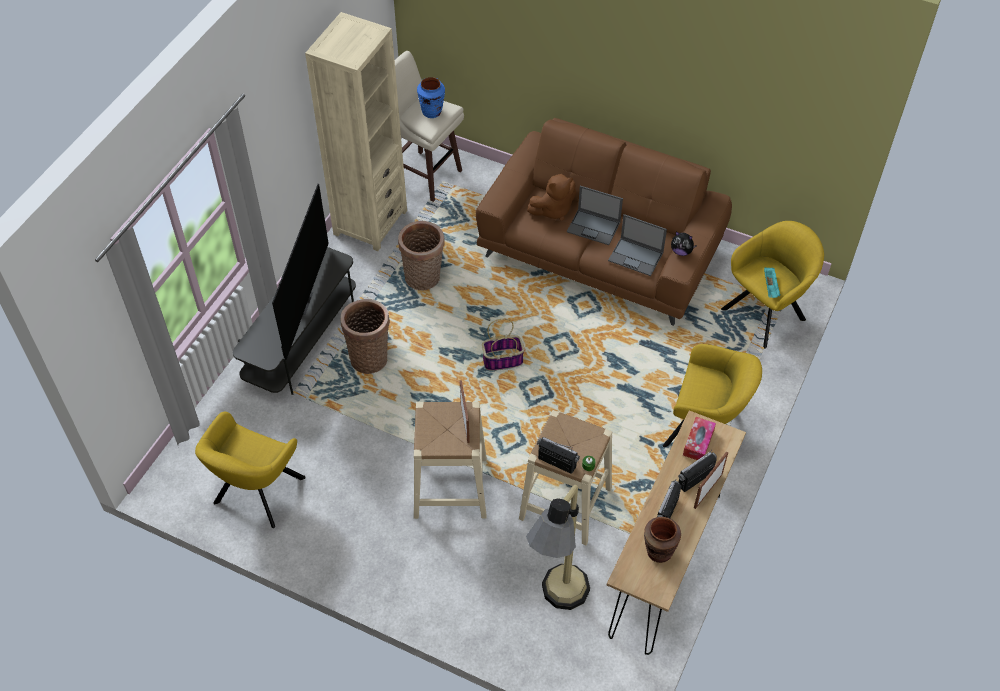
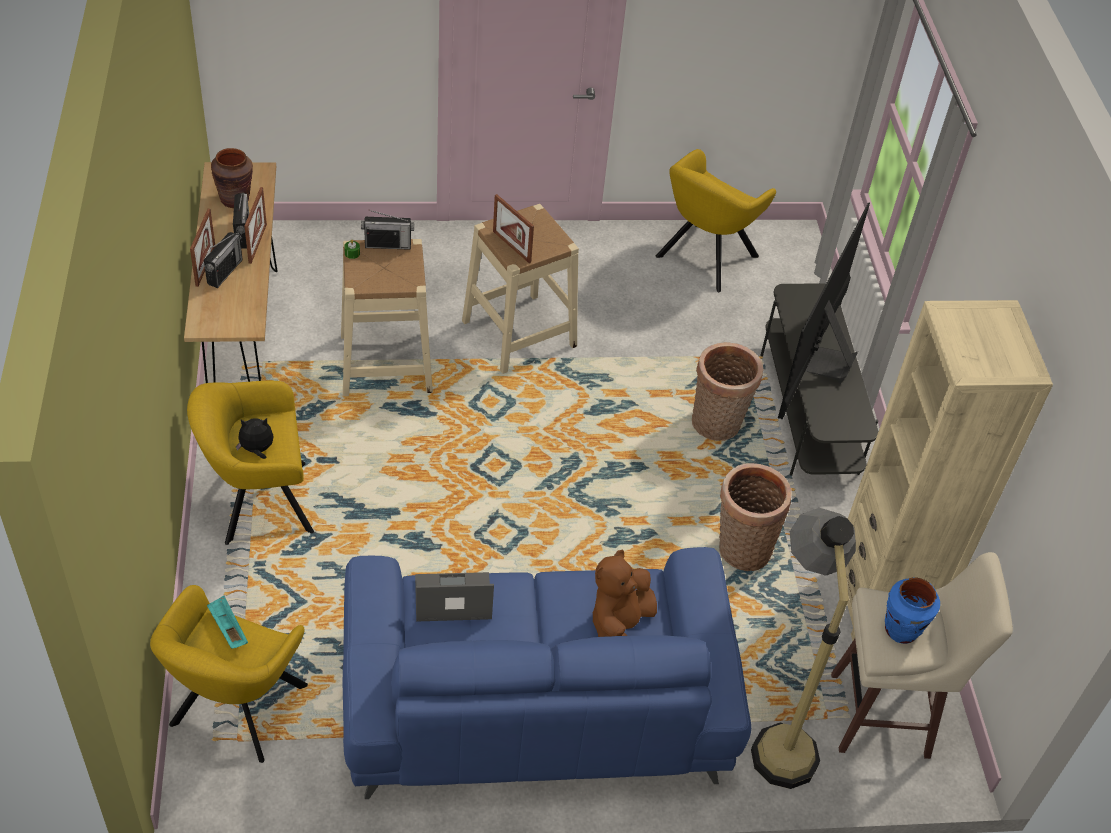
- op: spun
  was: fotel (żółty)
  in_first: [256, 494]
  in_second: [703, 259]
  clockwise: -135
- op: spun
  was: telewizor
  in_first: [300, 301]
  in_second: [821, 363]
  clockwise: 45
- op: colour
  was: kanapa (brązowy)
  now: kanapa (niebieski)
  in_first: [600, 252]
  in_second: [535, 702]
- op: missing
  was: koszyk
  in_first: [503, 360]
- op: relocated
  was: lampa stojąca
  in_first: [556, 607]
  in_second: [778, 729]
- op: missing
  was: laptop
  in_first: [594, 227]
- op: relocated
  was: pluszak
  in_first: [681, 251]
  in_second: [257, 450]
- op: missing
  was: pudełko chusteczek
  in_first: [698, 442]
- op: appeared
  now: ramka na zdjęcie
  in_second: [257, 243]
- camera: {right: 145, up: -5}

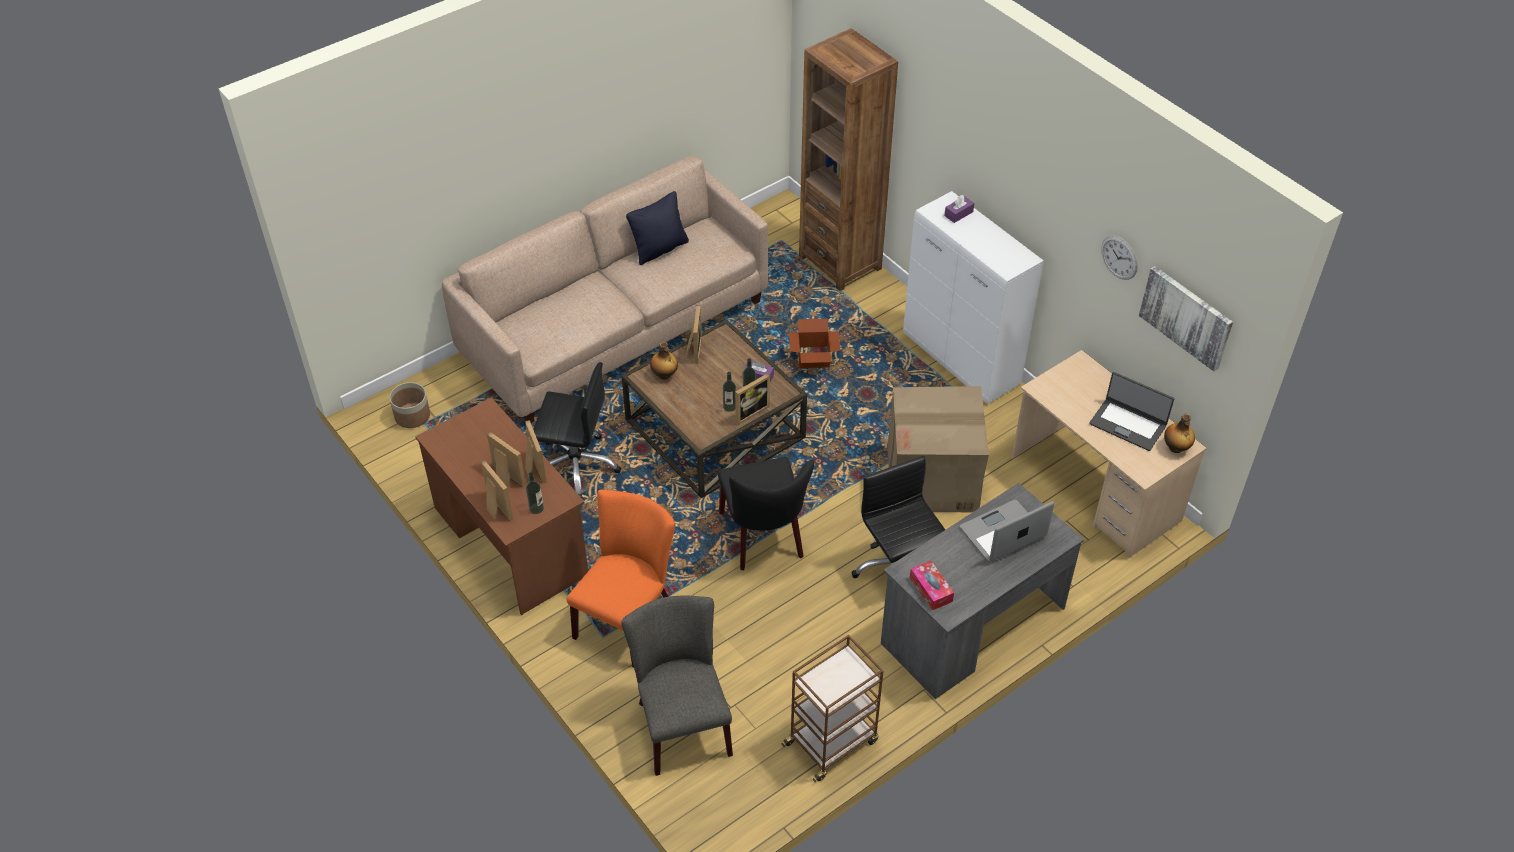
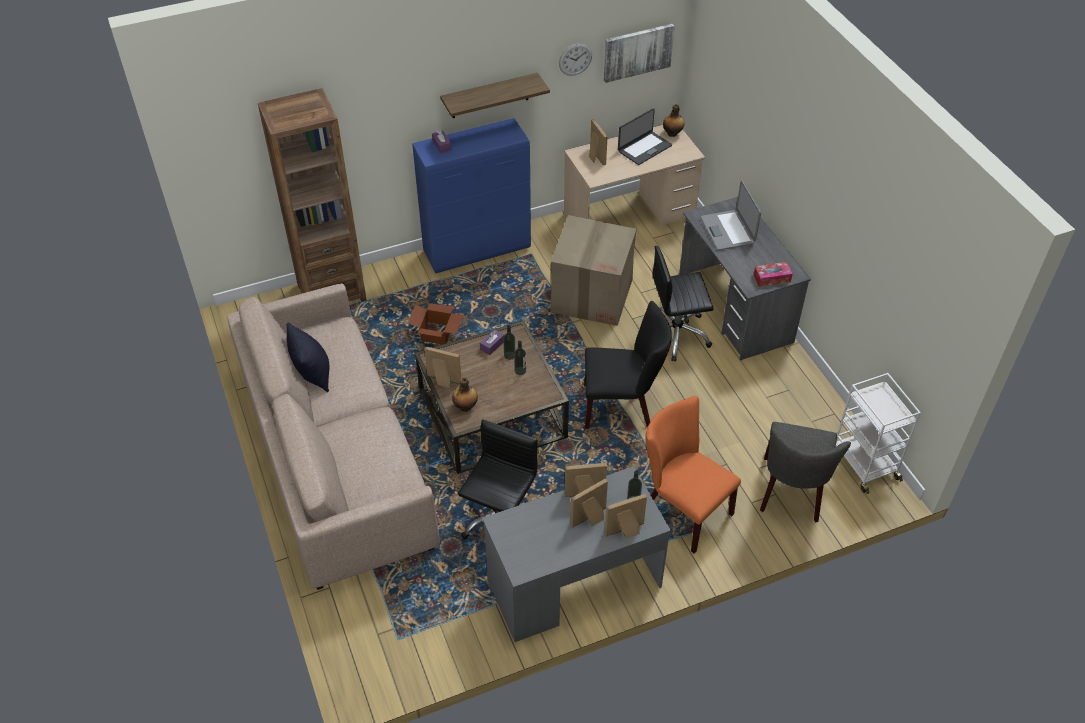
- op: missing
  was: donica
  in_first: [412, 416]
- op: colour
  was: biurko (brązowy)
  now: biurko (szary)
  in_first: [510, 541]
  in_second: [574, 584]
- op: spun
  was: krzesło (szary)
  in_first: [681, 723]
  in_second: [791, 493]
  clockwise: -75
- op: relocated
  was: ramka na zdjęcie
  in_first: [749, 411]
  in_second: [594, 157]
- op: missing
  was: wózek (brązowy)
  in_first: [832, 742]
- op: colour
  was: szafka (biały)
  now: szafka (niebieski)
  in_first: [961, 360]
  in_second: [478, 250]
- op: appeared
  now: półka
  in_second: [490, 96]
- op: appeared
  now: wózek (biały)
  in_second: [864, 464]
- camera: {right: -75, up: 0}

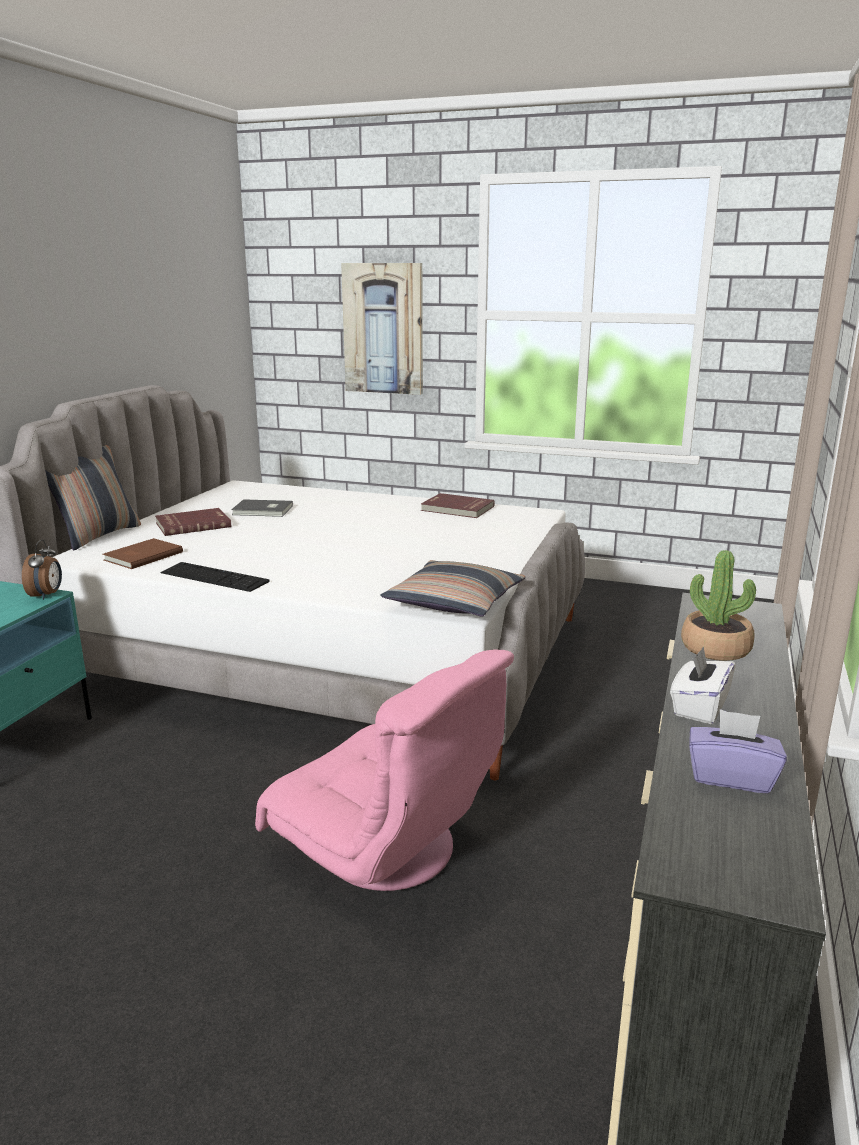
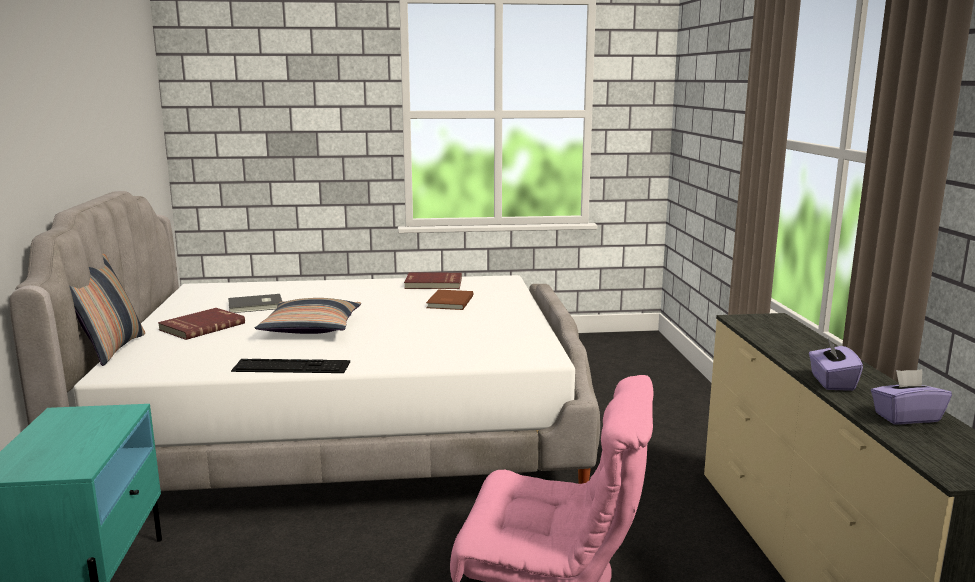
- op: missing
  was: budzik
  in_first: [47, 595]
- op: relocated
  was: książka (brązowy)
  in_first: [141, 556]
  in_second: [448, 302]
- op: missing
  was: obraz
  in_first: [383, 329]
- op: relocated
  was: poduszka
  in_first: [454, 602]
  in_second: [311, 328]
- op: colour
  was: pudełko chusteczek (biały)
  now: pudełko chusteczek (fioletowy)
  in_first: [699, 707]
  in_second: [831, 382]
- op: missing
  was: roślina doniczkowa
  in_first: [715, 648]
- camera: {right: -25, up: -5}

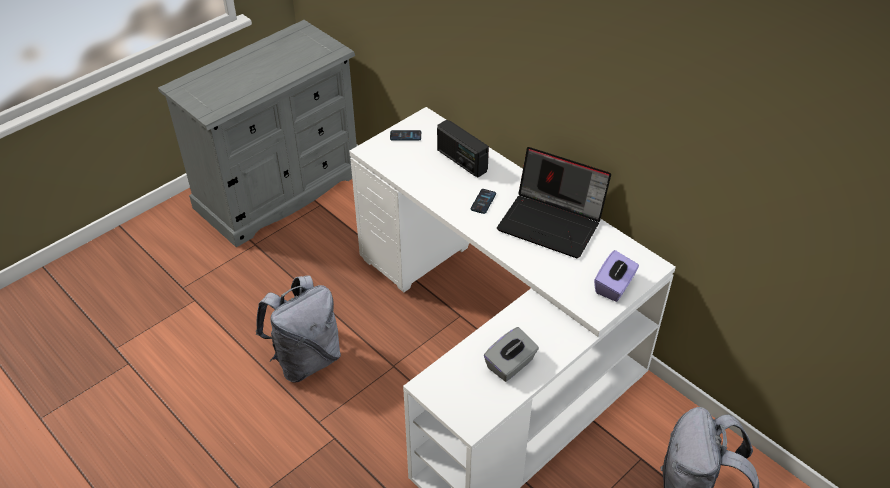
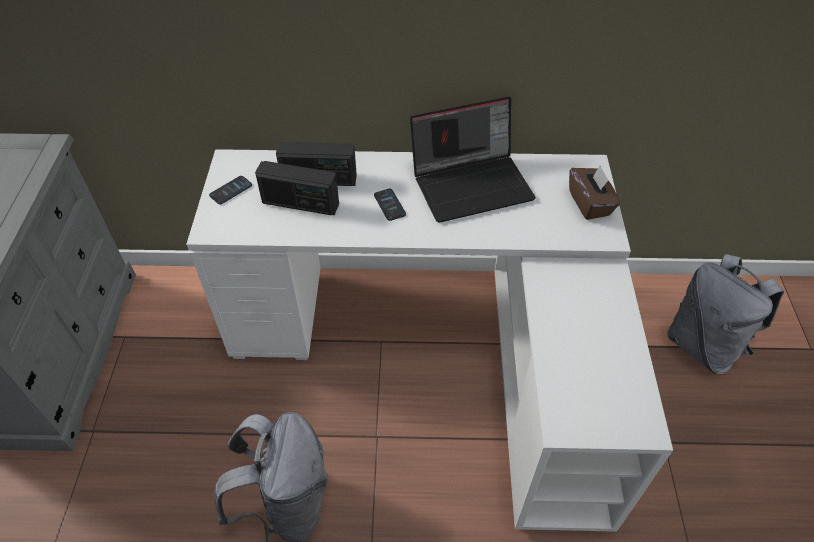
- op: missing
  was: pudełko chusteczek (szary)
  in_first: [510, 365]
- op: colour
  was: pudełko chusteczek (fioletowy)
  now: pudełko chusteczek (brązowy)
  in_first: [614, 286]
  in_second: [590, 203]
- op: appeared
  now: radio
  in_second: [300, 203]
- camera: {right: -45, up: 5}

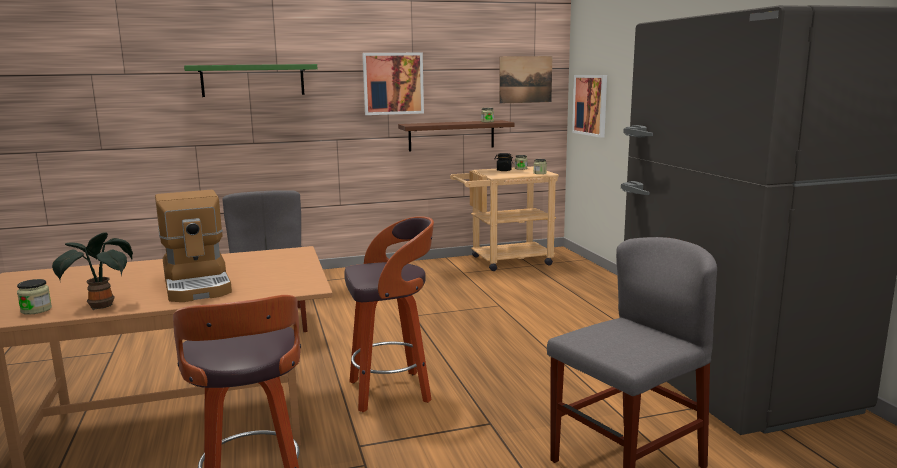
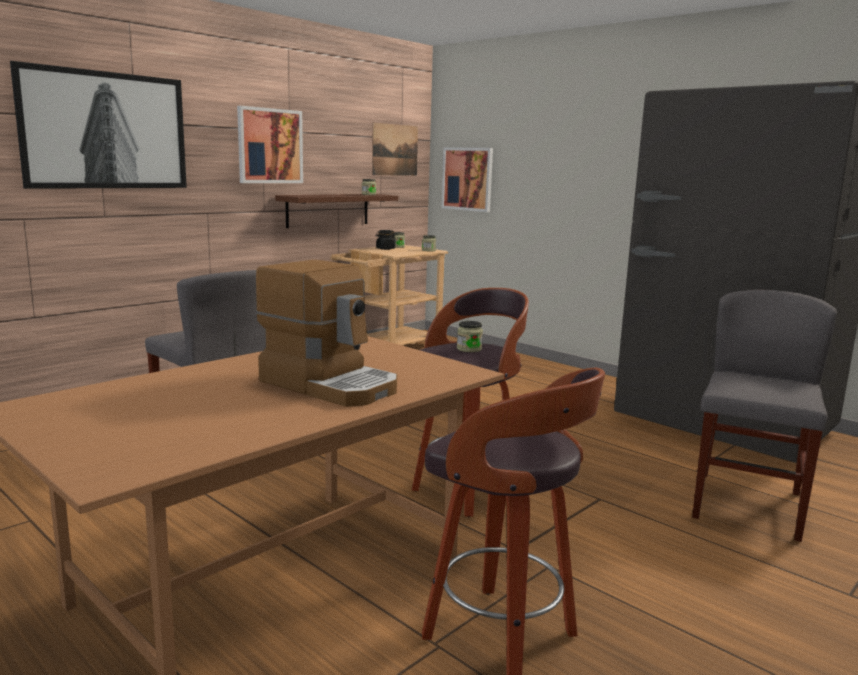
- op: relocated
  was: słoik
  in_first: [36, 310]
  in_second: [469, 349]
- op: missing
  was: roślina doniczkowa
  in_first: [101, 305]
- op: exchanged
  was: półka (zielony)
  now: obraz
  in_first: [253, 80]
  in_second: [105, 130]
- camera: {right: -30, up: 0}

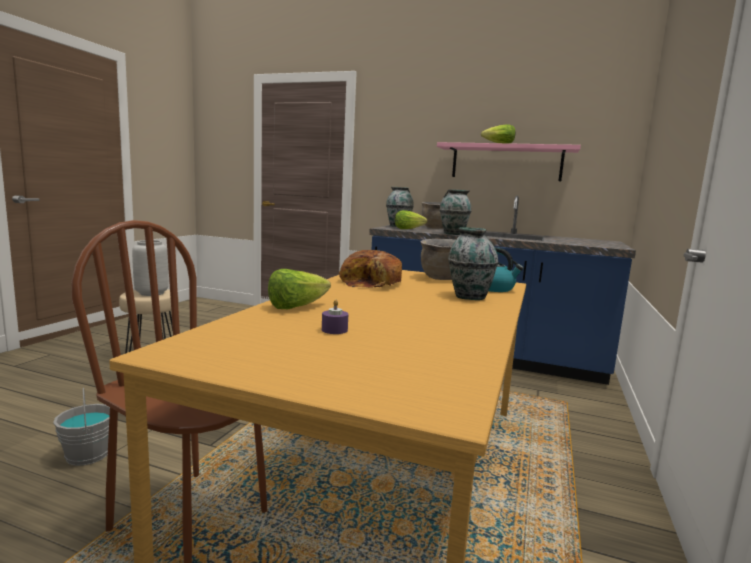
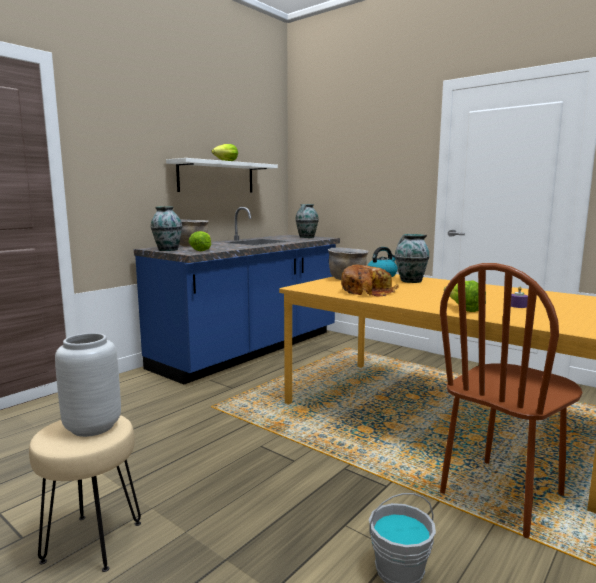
- op: colour
  was: półka (różowy)
  now: półka (biały)
  in_first: [506, 163]
  in_second: [216, 177]
- op: relocated
  was: wazon
  in_first: [453, 234]
  in_second: [306, 237]
- camera: {right: -70, up: 0}

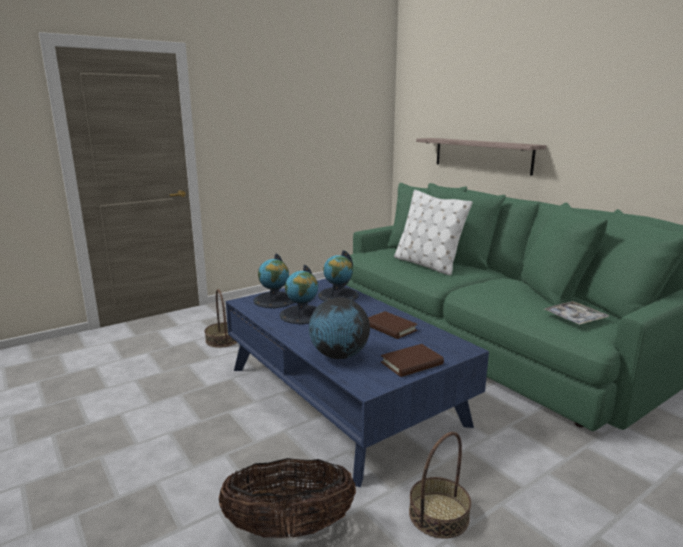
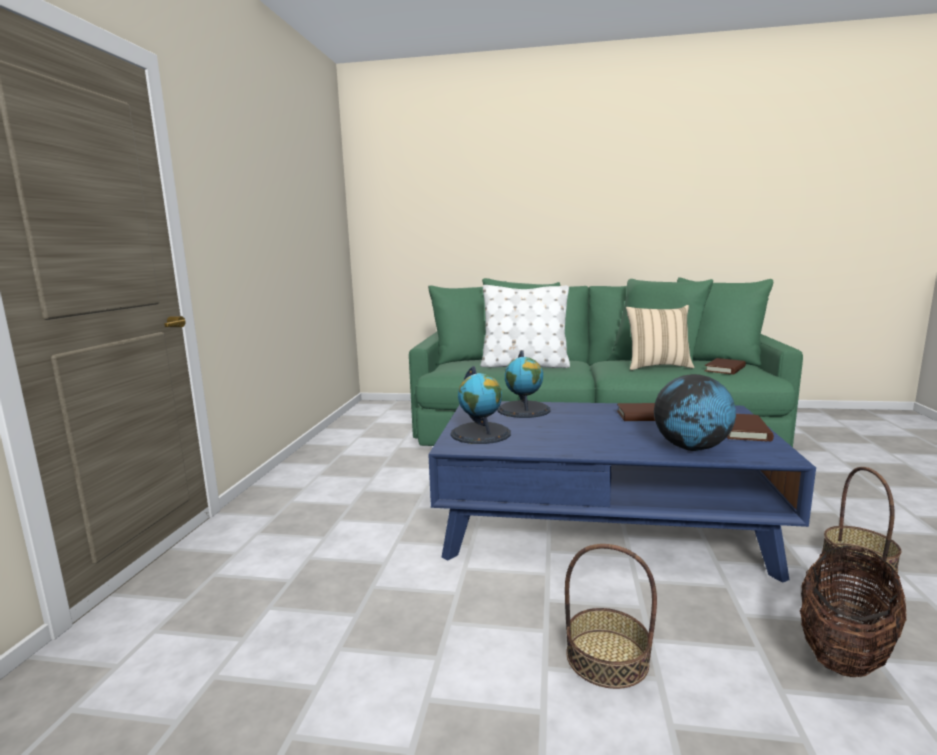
- op: relocated
  was: koszyk
  in_first: [222, 340]
  in_second: [606, 658]
- op: missing
  was: globus
  in_first: [302, 315]
- op: missing
  was: półka
  in_first: [481, 155]
- op: exchanged
  was: taca
  now: książka (brązowy)
  in_first: [574, 318]
  in_second: [725, 369]
- op: appeared
  now: poduszka (beżowy)
  in_second: [657, 366]
- camera: {right: -45, up: -5}

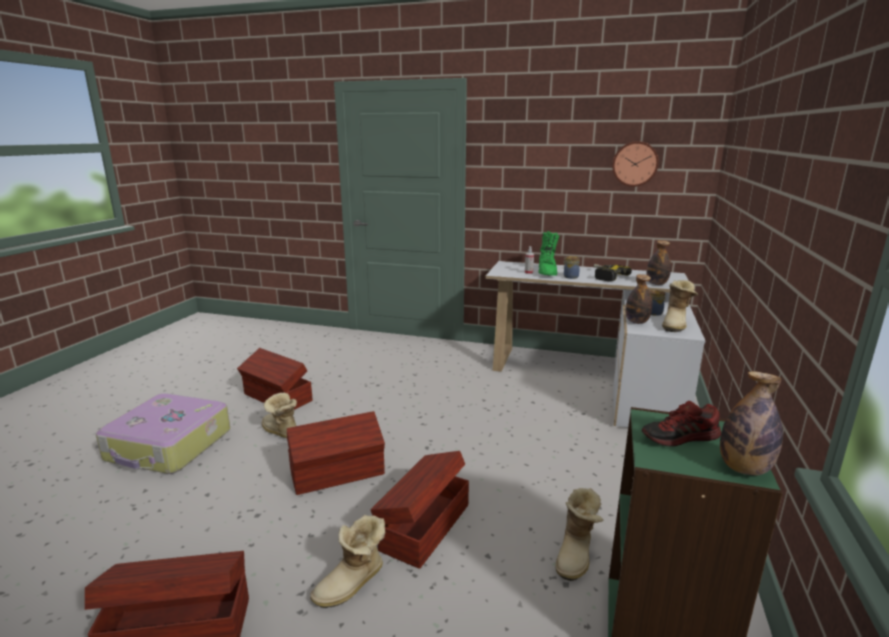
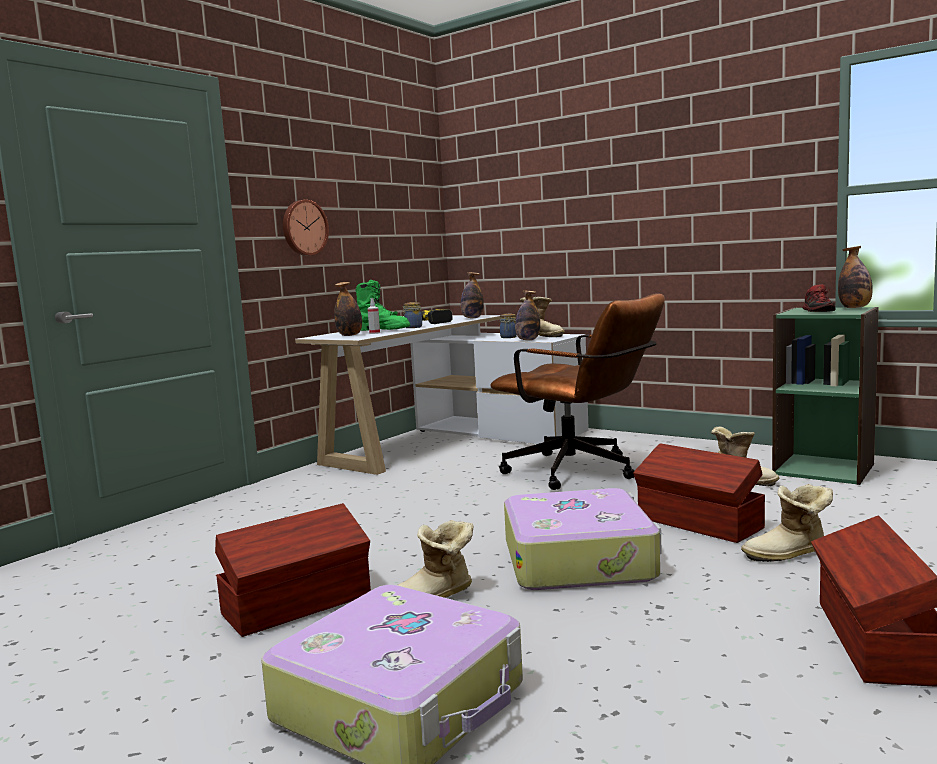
- op: exchanged
  was: pojemnik do przechowywania (brązowy)
  now: walizka
  in_first: [338, 473]
  in_second: [579, 559]
- op: spun
  was: but z cholewką
  in_first: [353, 584]
  in_second: [789, 555]
  clockwise: 105
- op: relocated
  was: zegar ścienny
  in_first: [635, 164]
  in_second: [304, 228]
- op: appeared
  now: butelka
  in_second: [350, 335]
- op: appeared
  now: krzesło biurowe (brązowy)
  in_second: [581, 473]
- camera: {right: -70, up: -10}

